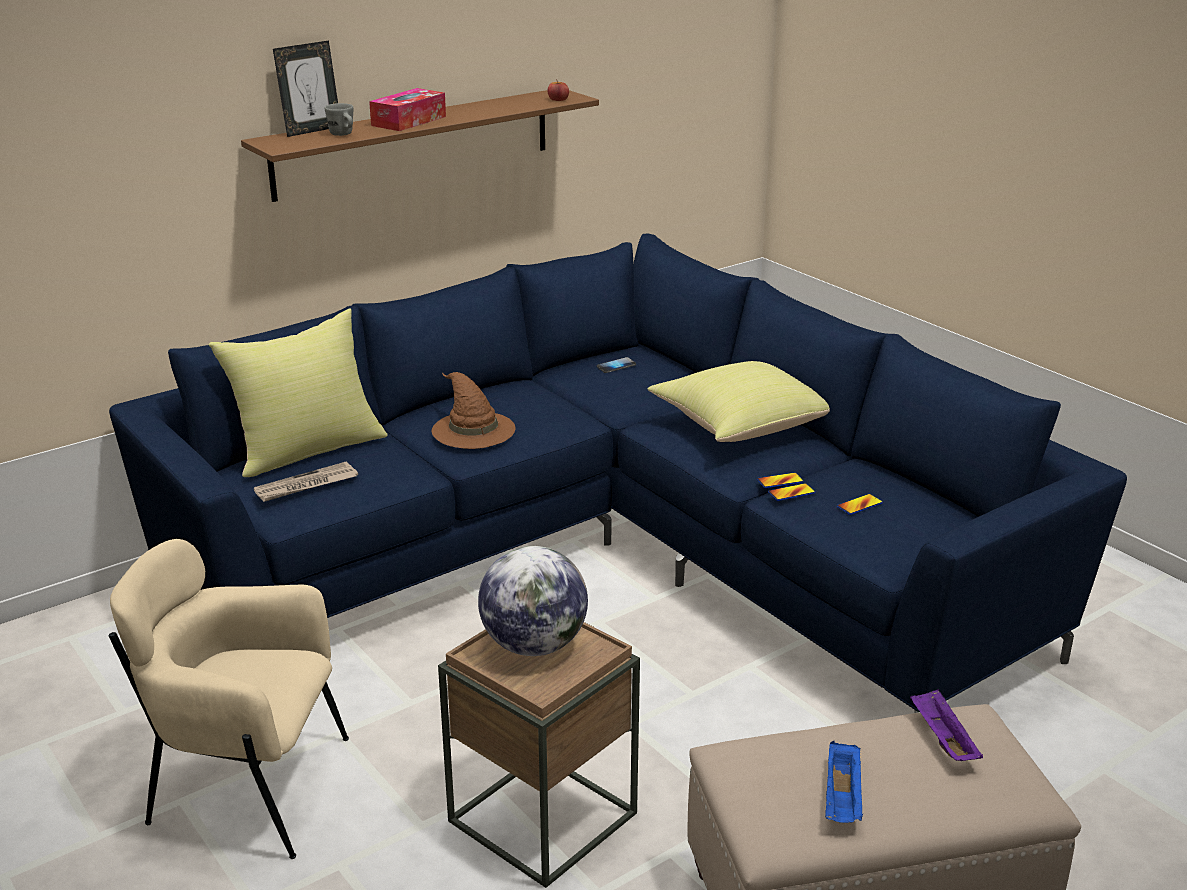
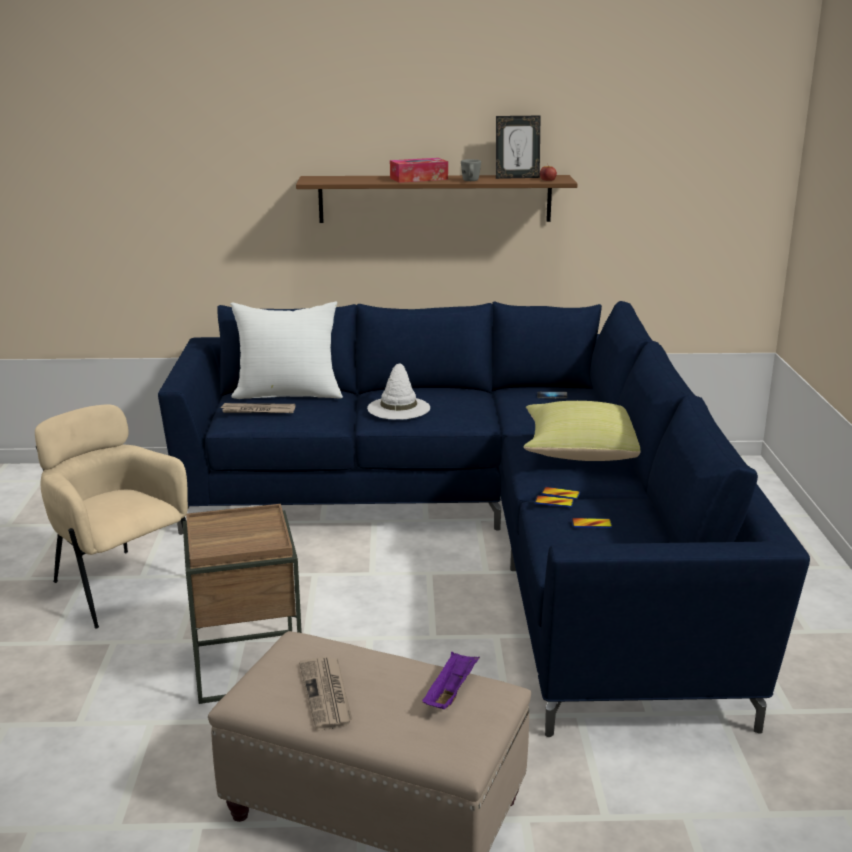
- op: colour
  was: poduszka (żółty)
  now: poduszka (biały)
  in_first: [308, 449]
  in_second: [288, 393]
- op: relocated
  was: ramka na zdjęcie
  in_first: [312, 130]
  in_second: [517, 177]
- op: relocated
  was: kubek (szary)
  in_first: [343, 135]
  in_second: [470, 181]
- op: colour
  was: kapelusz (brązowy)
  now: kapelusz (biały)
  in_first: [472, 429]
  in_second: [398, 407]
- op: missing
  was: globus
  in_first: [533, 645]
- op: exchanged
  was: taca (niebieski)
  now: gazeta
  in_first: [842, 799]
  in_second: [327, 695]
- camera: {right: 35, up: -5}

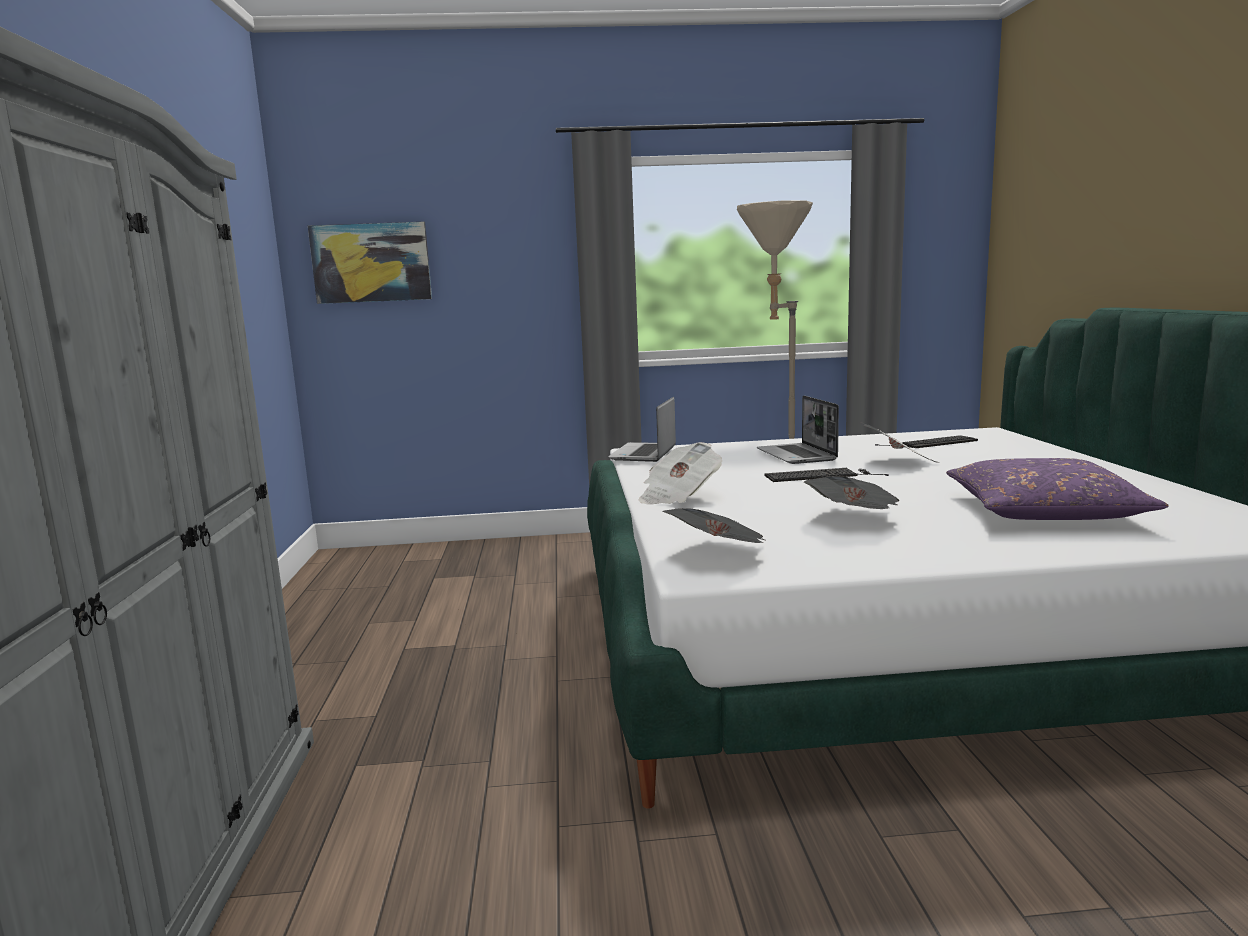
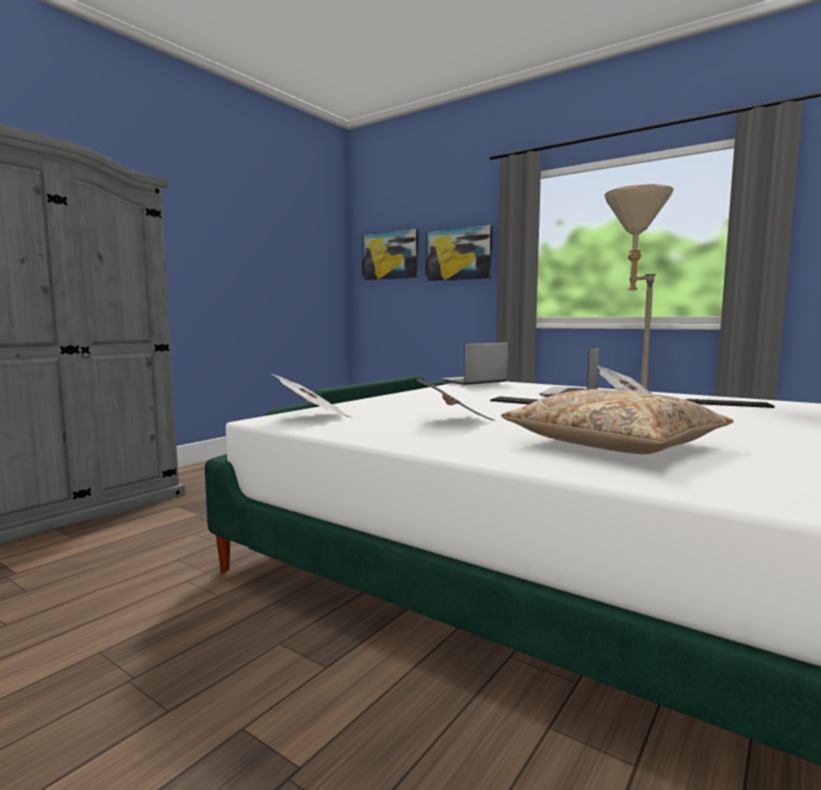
- op: missing
  was: gazeta
  in_first: [678, 496]
- op: colour
  was: poduszka (fioletowy)
  now: poduszka (beżowy)
  in_first: [1043, 511]
  in_second: [614, 443]
- op: appeared
  now: obraz
  in_second: [458, 254]
- camera: {right: 40, up: -5}

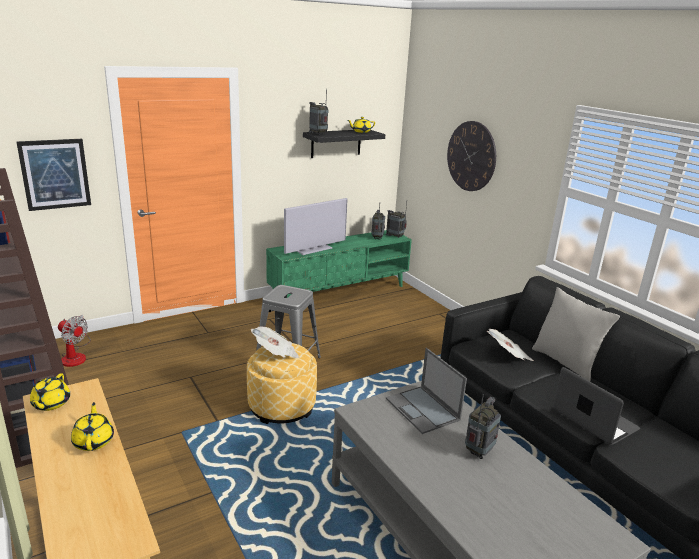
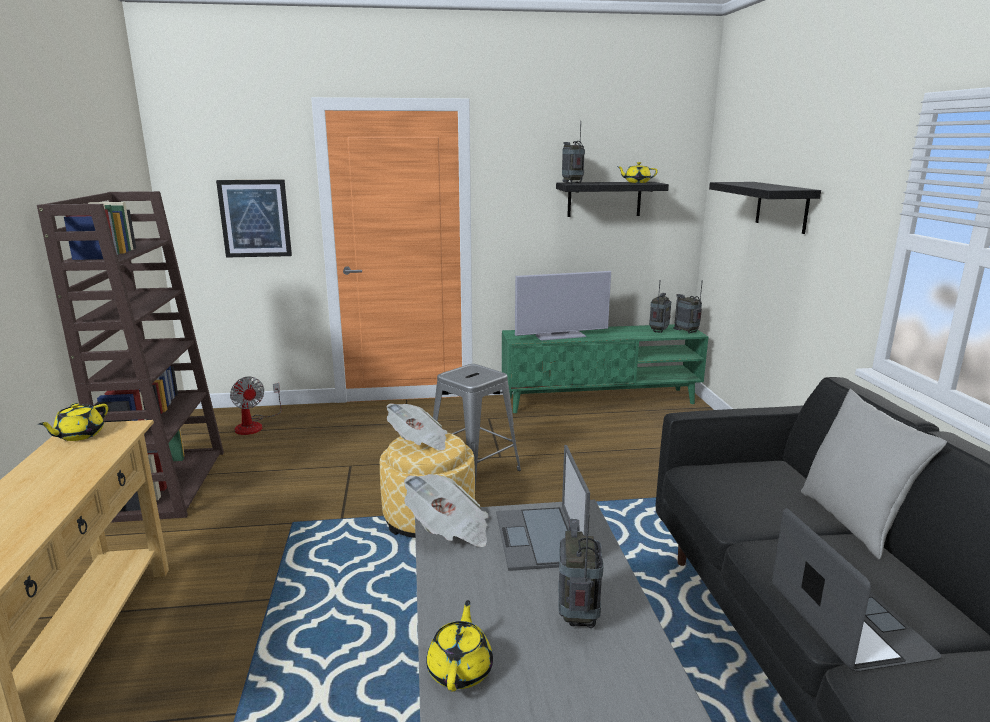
- op: relocated
  was: imbryk (żółty)
  in_first: [94, 441]
  in_second: [460, 669]
- op: exchanged
  was: zegar ścienny
  now: półka (czarny)
  in_first: [471, 156]
  in_second: [782, 206]
- op: spun
  was: radio
  in_first: [479, 452]
  in_second: [578, 617]
  clockwise: -60
- op: relocated
  was: gazeta
  in_first: [508, 356]
  in_second: [449, 530]
- camera: {right: 25, up: -5}

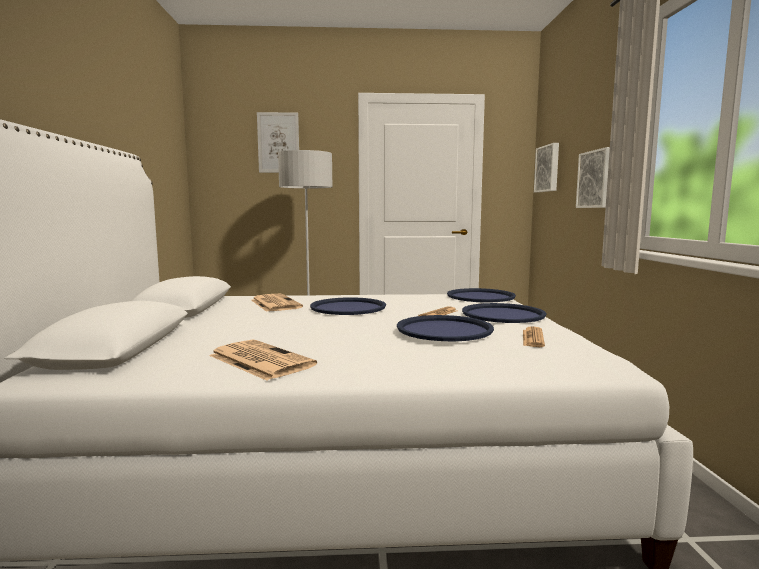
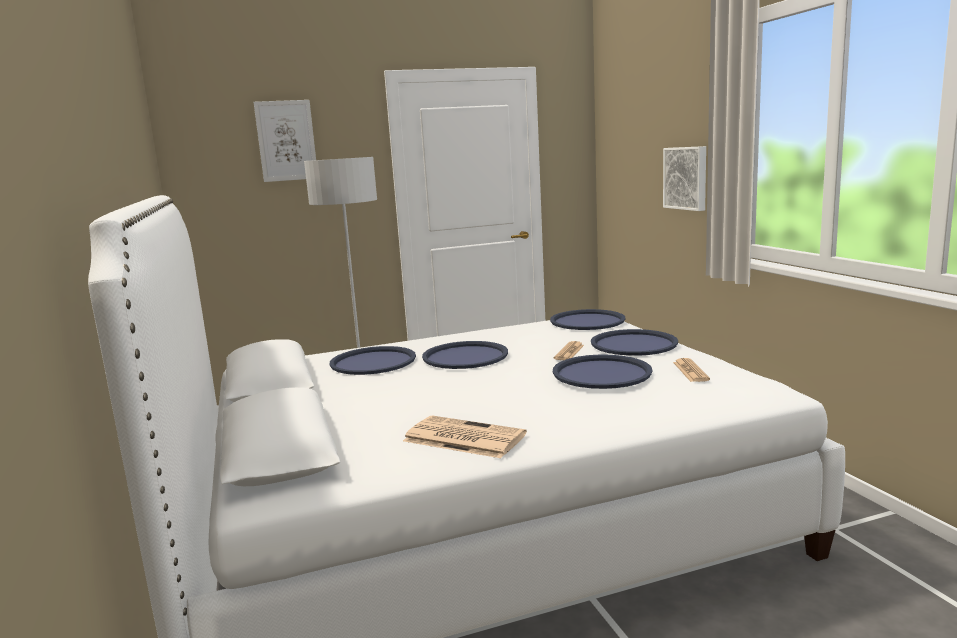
- op: exchanged
  was: gazeta
  now: taca (niebieski)
  in_first: [274, 303]
  in_second: [373, 362]
- op: missing
  was: obraz
  in_first: [548, 168]
- camera: {right: -15, up: 5}

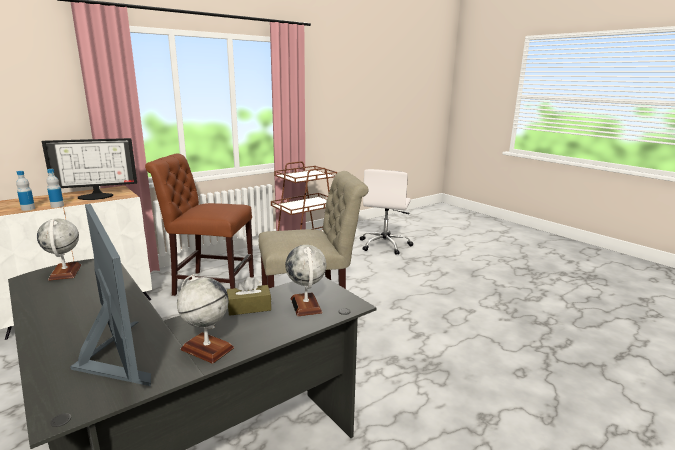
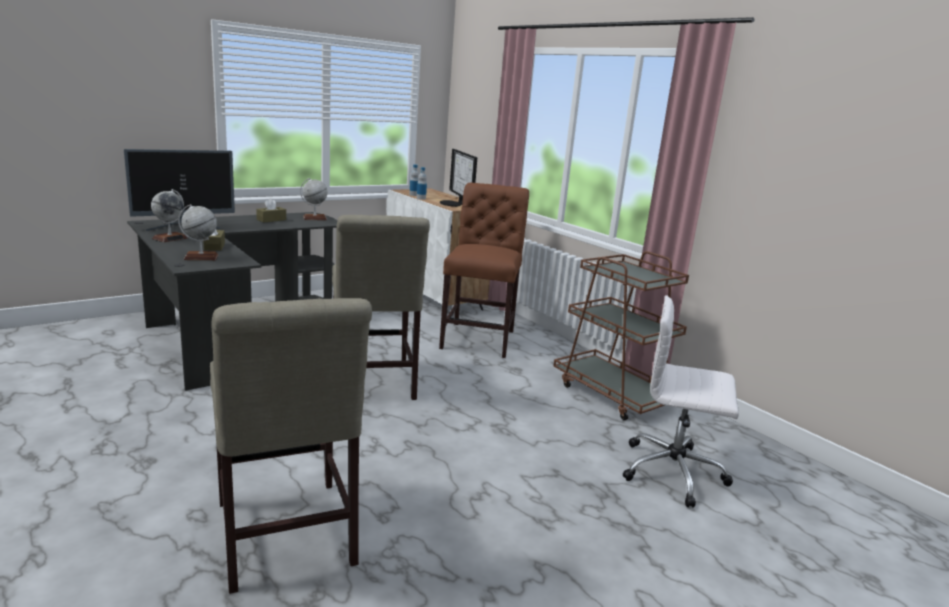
- op: appeared
  now: krzesło (beżowy)
  in_second: [286, 539]
- op: appeared
  now: pudełko chusteczek (brązowy)
  in_second: [271, 220]
- camera: {right: 90, up: 0}

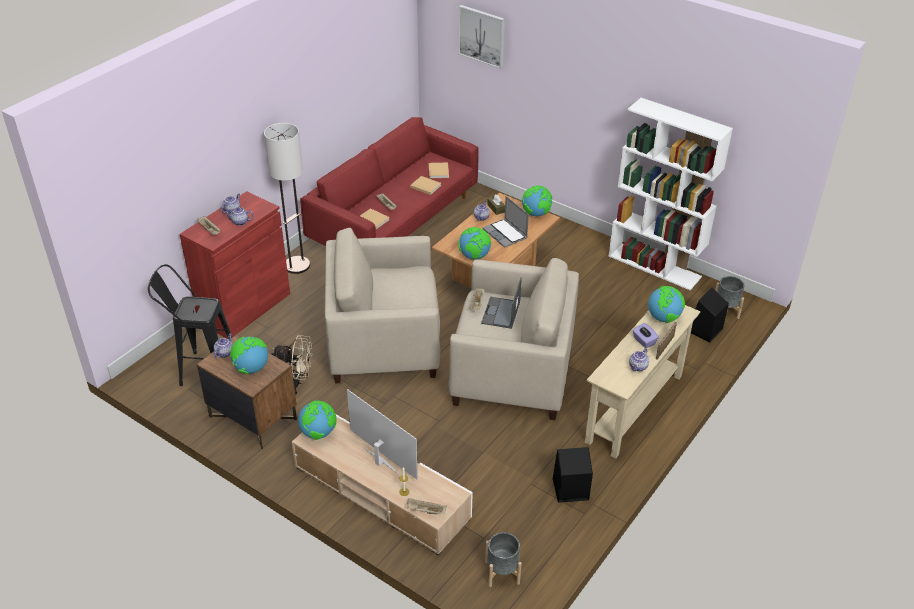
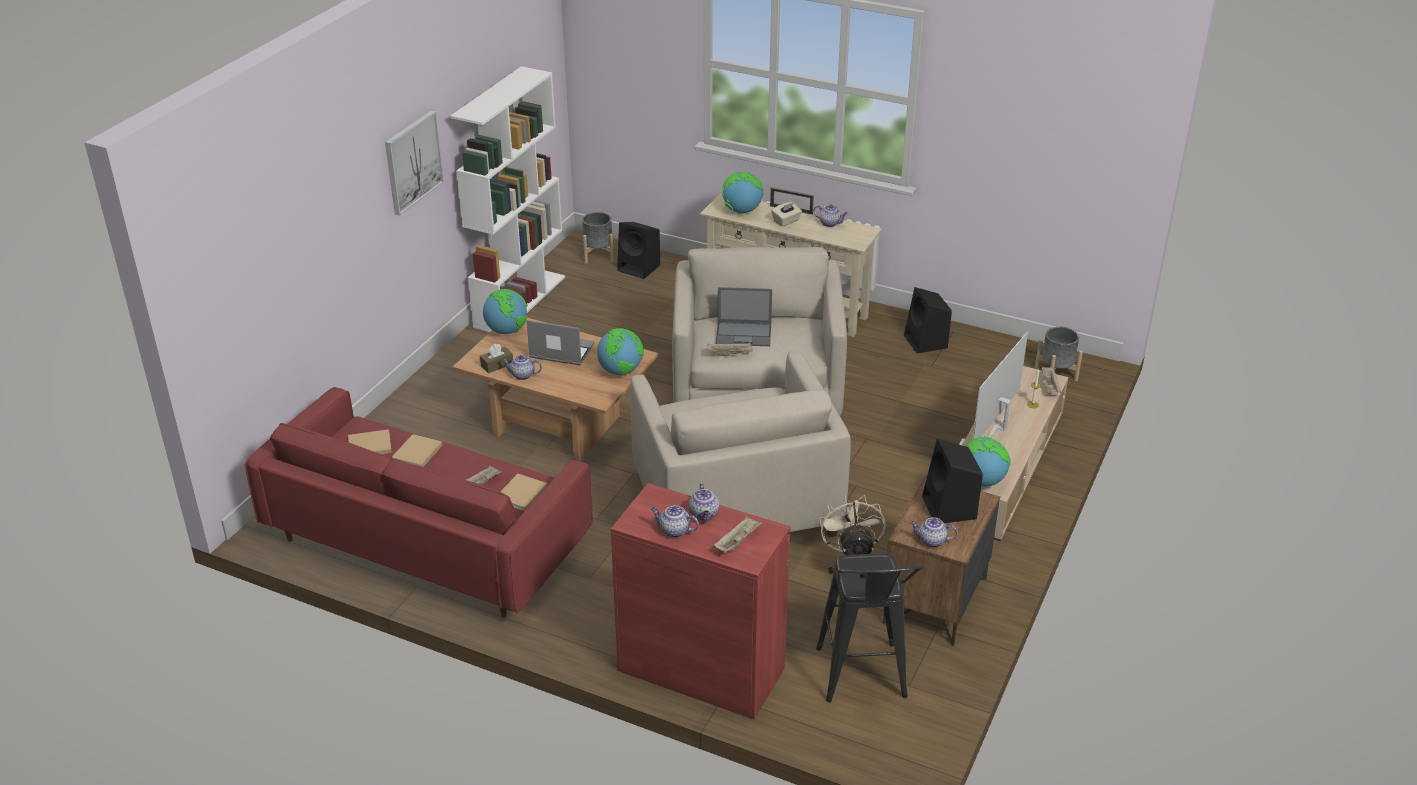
- op: exchanged
  was: globus
  now: głośnik (czarny)
  in_first: [251, 369]
  in_second: [950, 509]
- op: missing
  was: lampa stojąca
  in_first: [297, 265]
- op: relocated
  was: obraz
  in_first: [482, 36]
  in_second: [413, 162]
- op: spun
  was: laptop
  in_first: [506, 234]
  in_second: [560, 351]
  clockwise: -120
- op: colour
  was: pudełko chusteczek (fioletowy)
  now: pudełko chusteczek (beżowy)
  in_first: [644, 341]
  in_second: [786, 221]
- camera: {right: -100, up: -5}

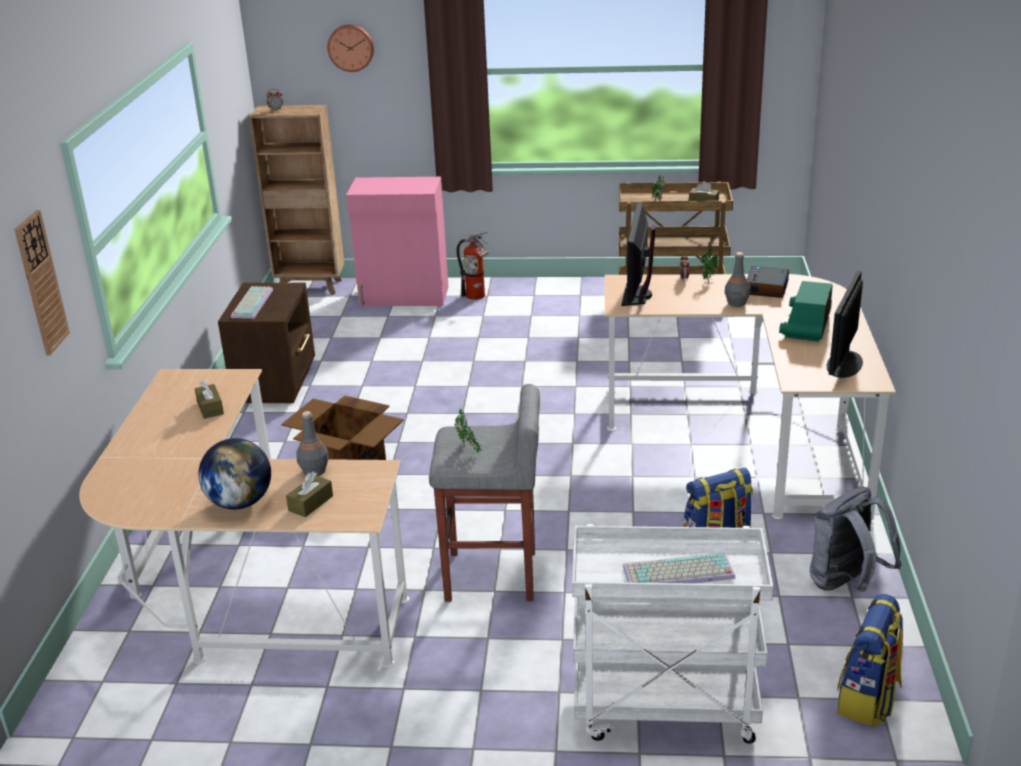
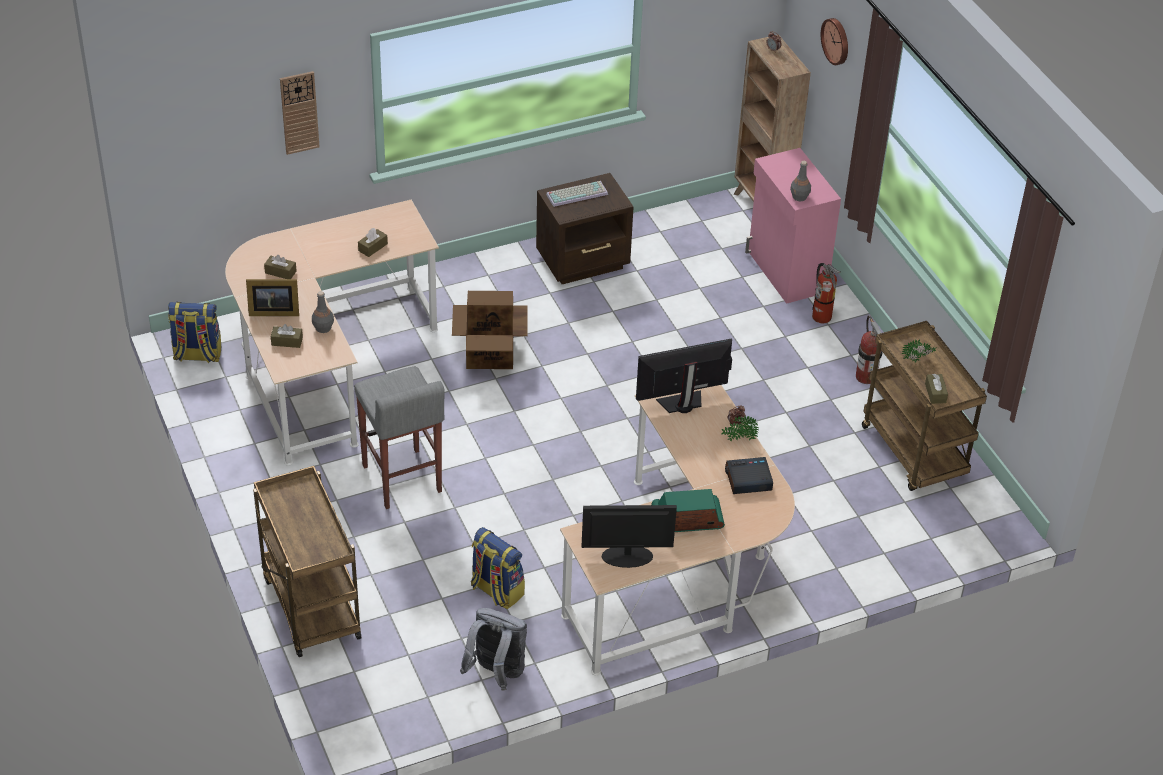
- op: exchanged
  was: globus
  now: ramka na zdjęcie
  in_first: [240, 502]
  in_second: [272, 311]
- op: missing
  was: roślina doniczkowa
  in_first: [468, 450]
- op: colour
  was: wózek (biały)
  now: wózek (brązowy)
  in_first: [663, 709]
  in_second: [309, 606]
- op: missing
  was: klawiatura
  in_first: [677, 574]
- op: relocated
  was: butelka (szary)
  in_first: [737, 303]
  in_second: [799, 197]
- op: relocated
  was: plecak
  in_first: [868, 700]
  in_second: [197, 355]
- op: appeared
  now: pudełko chusteczek (brązowy)
  in_second: [280, 272]
- op: appeared
  now: gaśnica
  in_second: [866, 376]
- camera: {right: 60, up: 15}

